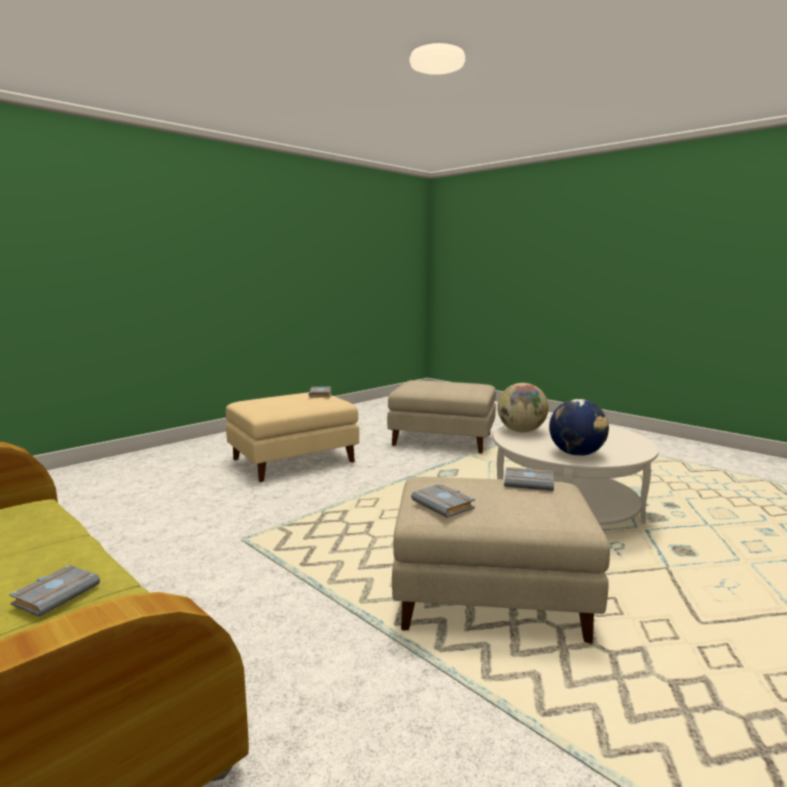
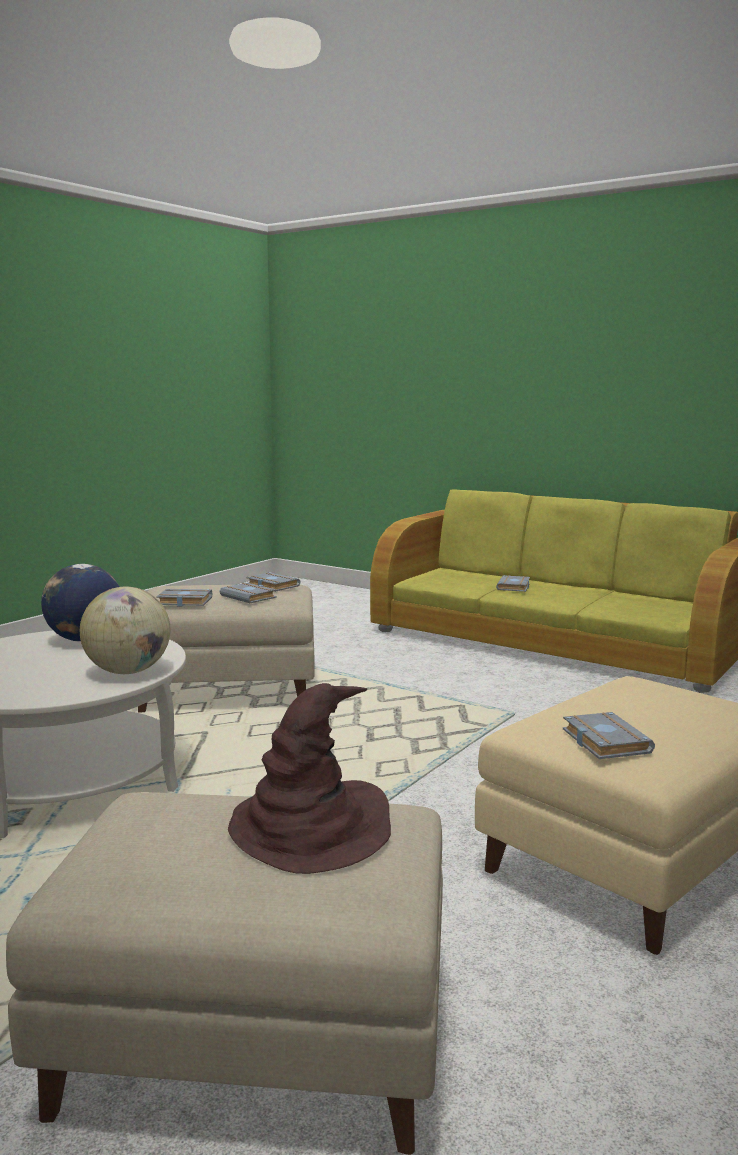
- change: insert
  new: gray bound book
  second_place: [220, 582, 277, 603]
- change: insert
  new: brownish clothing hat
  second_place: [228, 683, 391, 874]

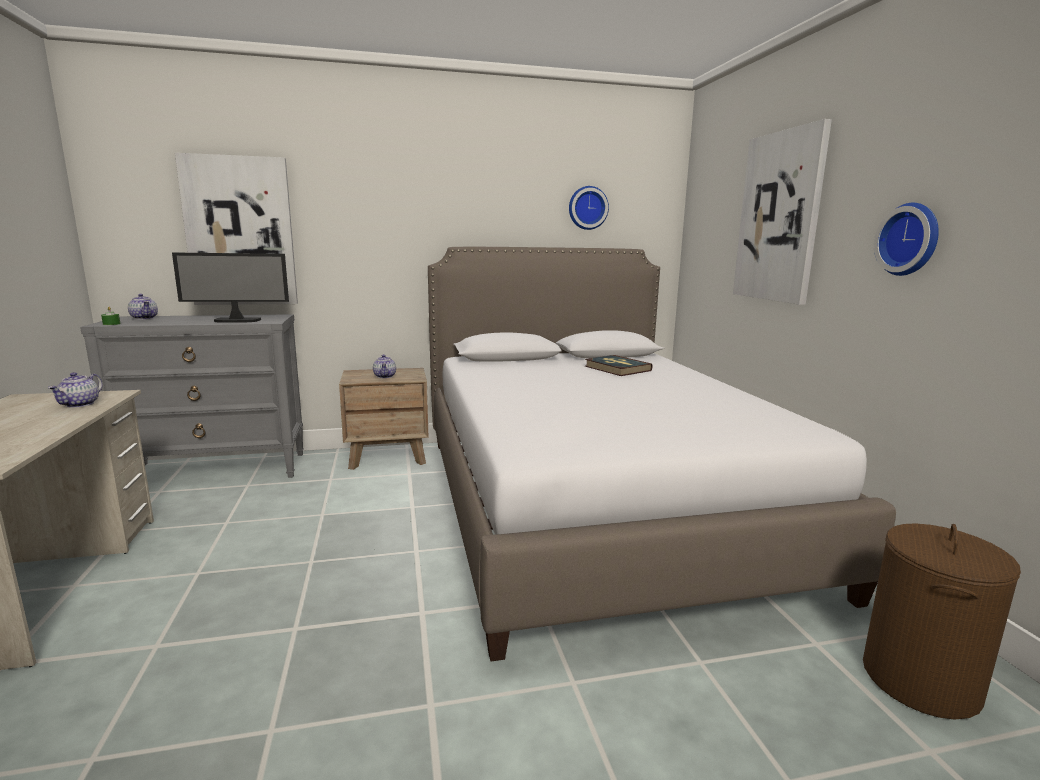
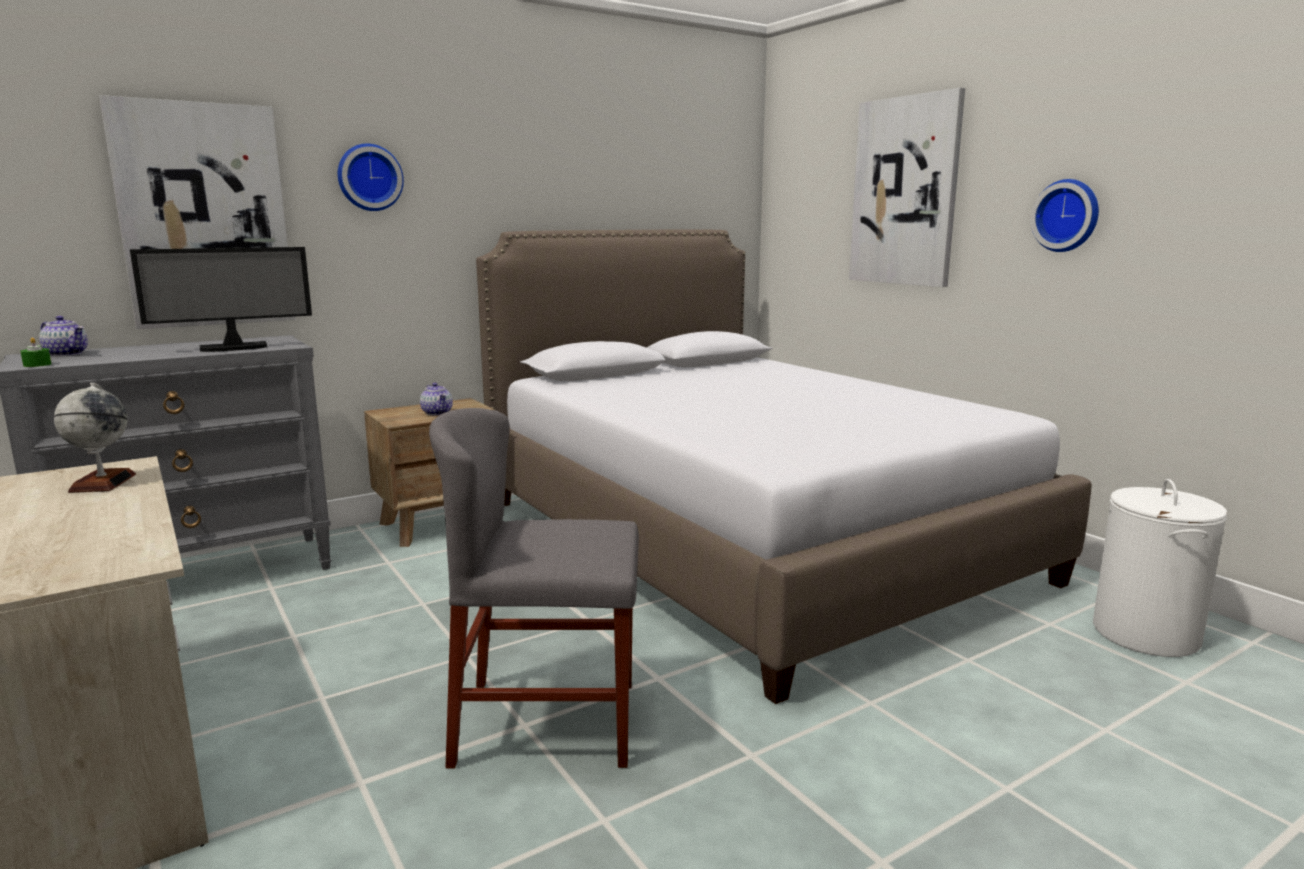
- change: delete
  old: bound book
  first_place: [585, 355, 653, 376]
- change: insert
  new: gray chair
  second_place: [429, 408, 639, 769]
- change: move
  old: hanging clock
  first_place: [569, 186, 609, 230]
  second_place: [338, 144, 404, 211]
- change: replace
  old: tea pot
  new: world globe
  first_place: [48, 372, 103, 408]
  second_place: [54, 383, 136, 493]
- change: recolor
  old: brownish laundry basket
  new: white laundry basket
  first_place: [863, 523, 1021, 720]
  second_place: [1093, 479, 1228, 657]

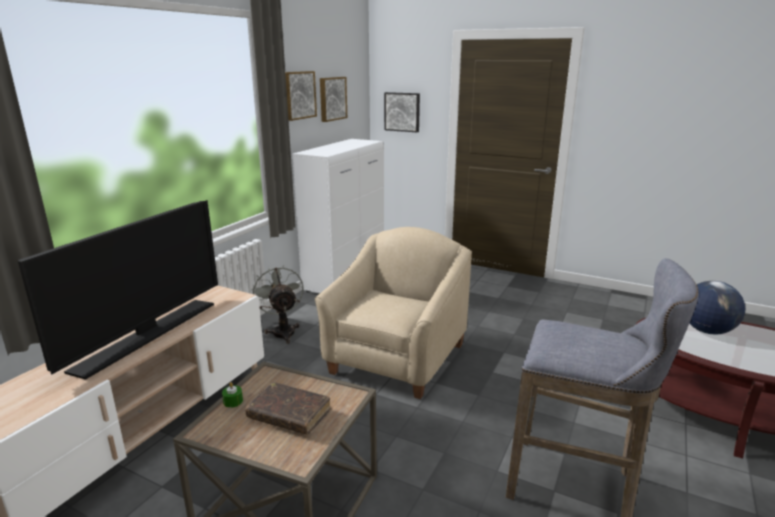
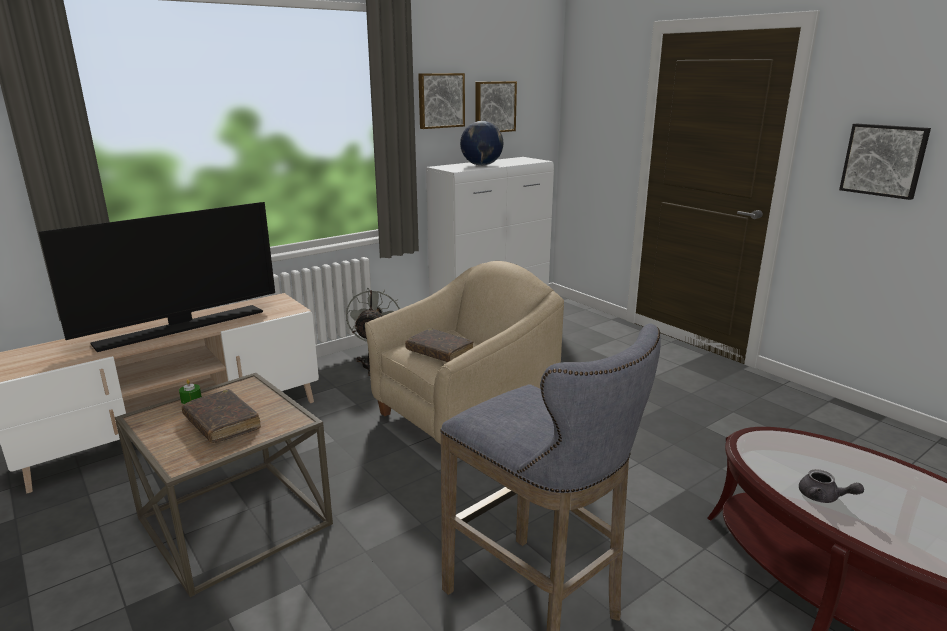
- change: insert
  new: brownish bound book
  second_place: [405, 328, 473, 362]
- change: insert
  new: gray tea pot
  second_place: [799, 469, 864, 503]
- change: move
  old: wall picture
  first_place: [384, 92, 420, 132]
  second_place: [839, 124, 931, 200]
- change: move
  old: world globe
  first_place: [689, 281, 745, 334]
  second_place: [460, 121, 504, 166]

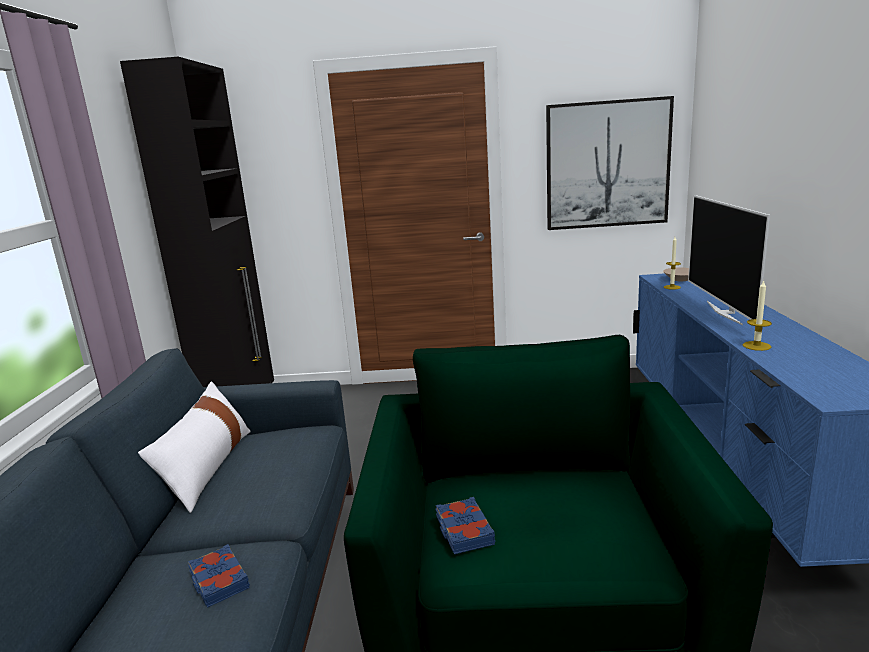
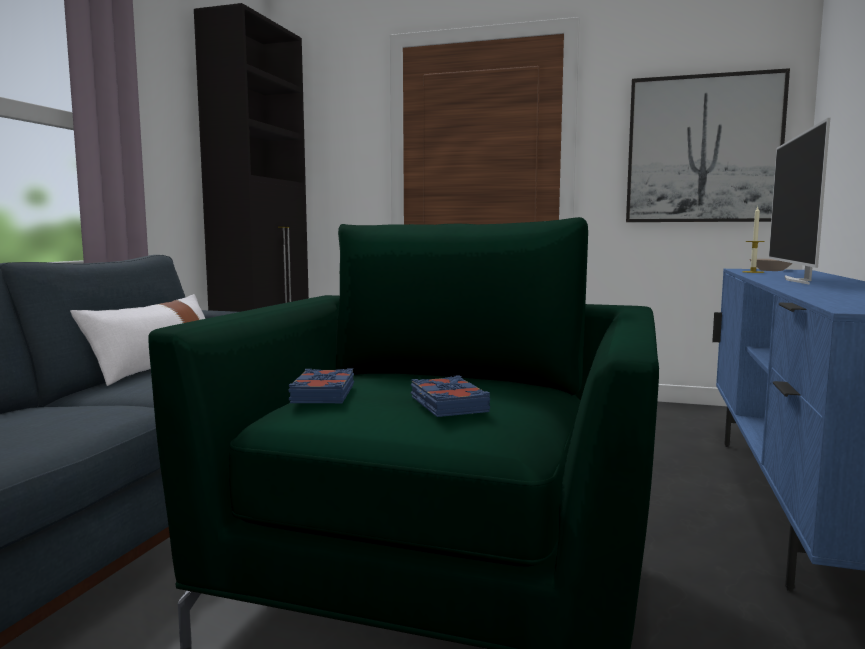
- change: delete
  old: wax light
  first_place: [743, 280, 772, 351]
- change: move
  old: bluish bound book
  first_place: [188, 544, 250, 608]
  second_place: [411, 375, 490, 417]

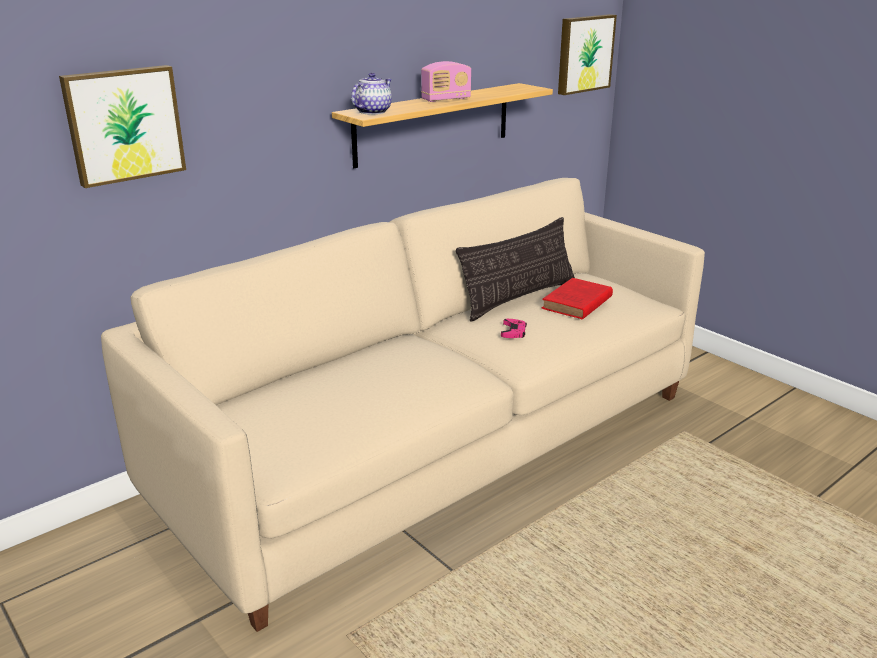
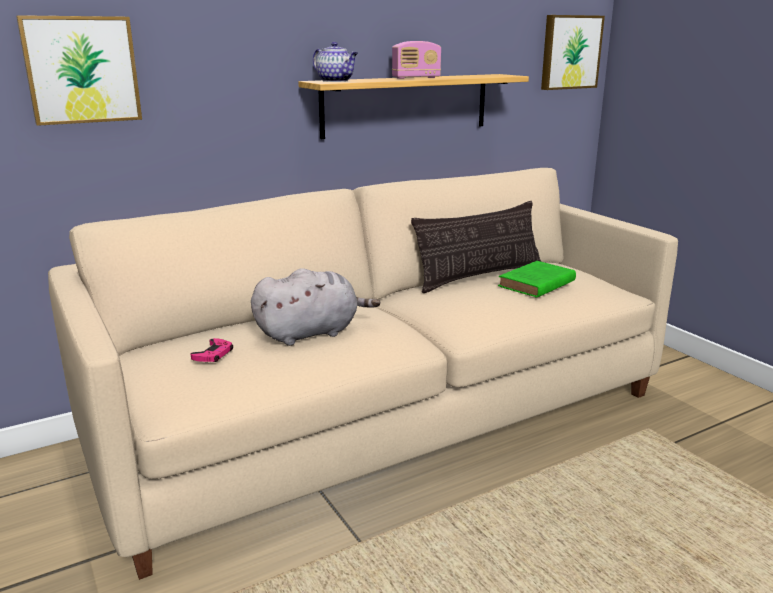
- change: insert
  new: gray cuddly toy
  second_place: [251, 268, 380, 346]
- change: move
  old: pink gamepad
  first_place: [501, 319, 527, 338]
  second_place: [191, 338, 233, 362]
- change: recolor
  old: reddish bound book
  new: green-coloured bound book
  first_place: [542, 278, 613, 319]
  second_place: [498, 261, 576, 298]
- change: rotate
  old: tea pot
  first_place: [351, 73, 392, 115]
  second_place: [313, 42, 358, 82]
  degrees: 90

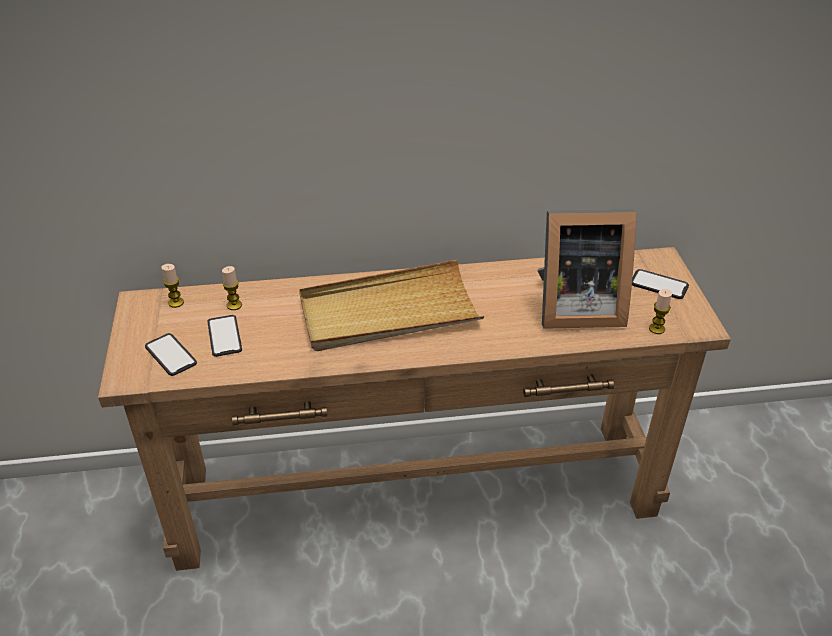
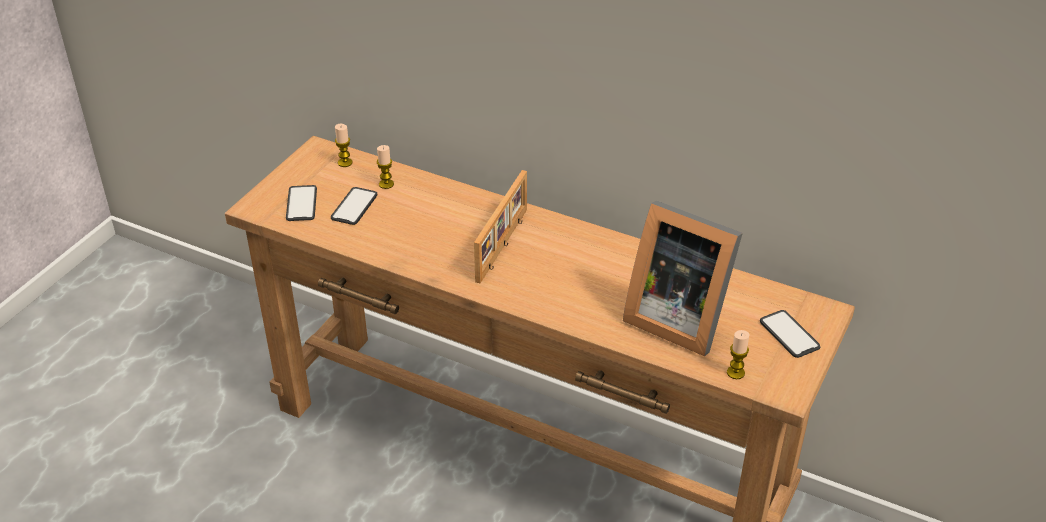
- change: replace
  old: sand-coloured carrying tray
  new: photo frame
  first_place: [299, 260, 484, 351]
  second_place: [474, 170, 527, 283]

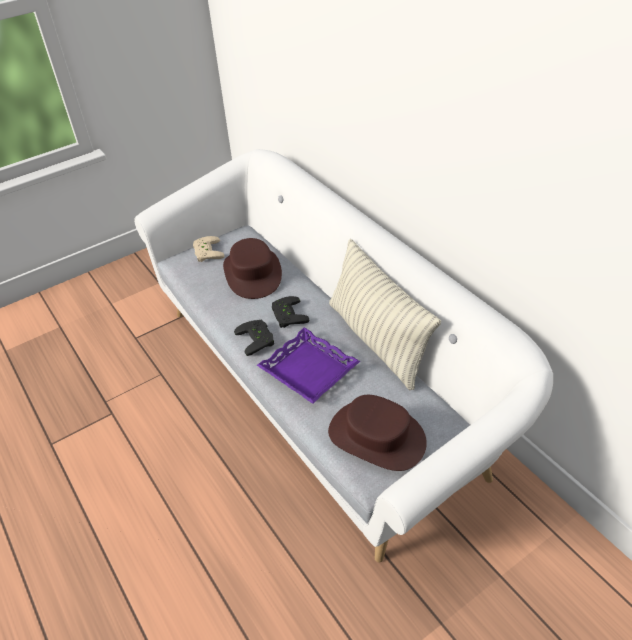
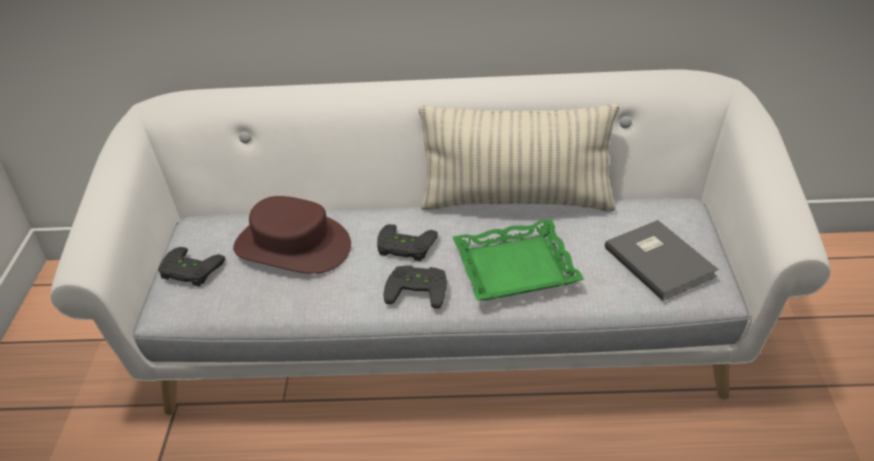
- change: replace
  old: brownish clothing hat
  new: gray bound book
  first_place: [328, 395, 427, 471]
  second_place: [605, 220, 718, 301]
- change: recolor
  old: sand-coloured gamepad
  new: blackish gamepad
  first_place: [193, 236, 224, 262]
  second_place: [158, 247, 225, 287]
- change: recolor
  old: purple-coloured carrying tray
  new: green-coloured carrying tray
  first_place: [257, 327, 360, 404]
  second_place: [453, 219, 584, 300]

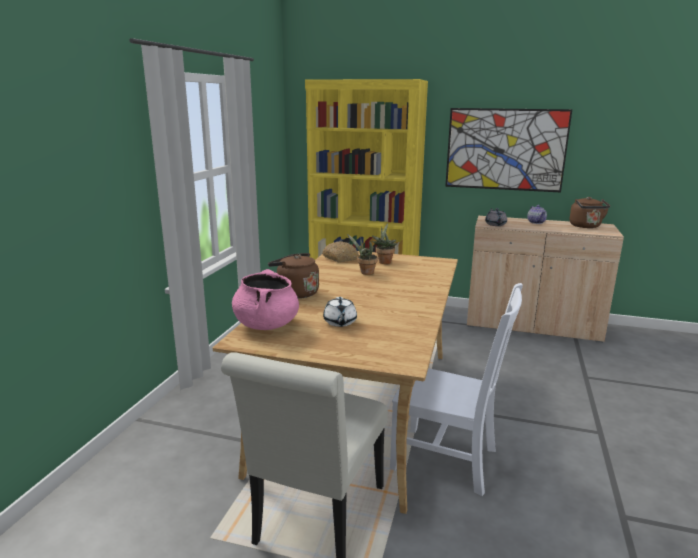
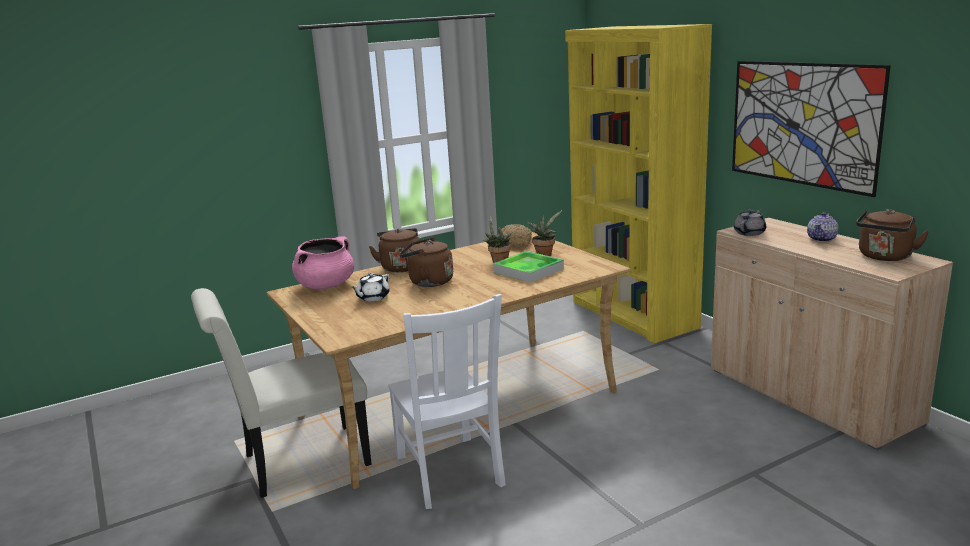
- change: insert
  new: brownish water kettle
  second_place: [399, 237, 453, 287]
- change: insert
  new: carrying tray
  second_place: [493, 251, 564, 283]

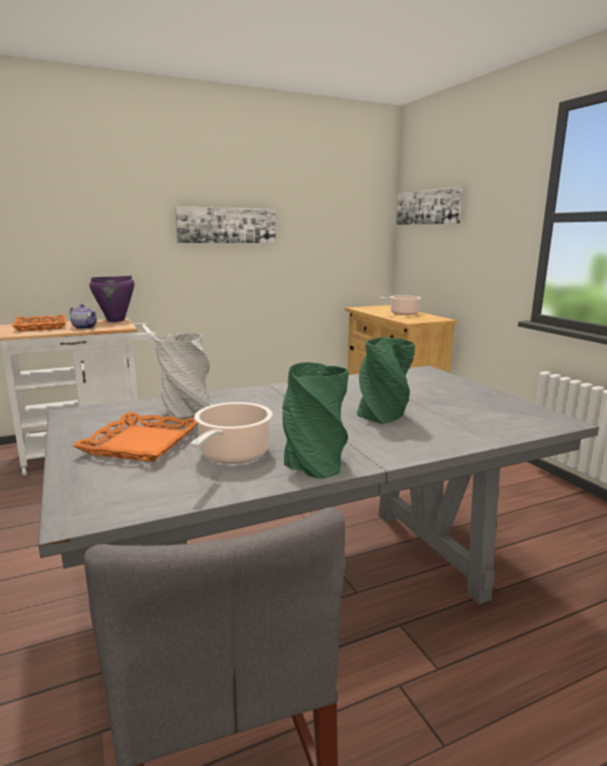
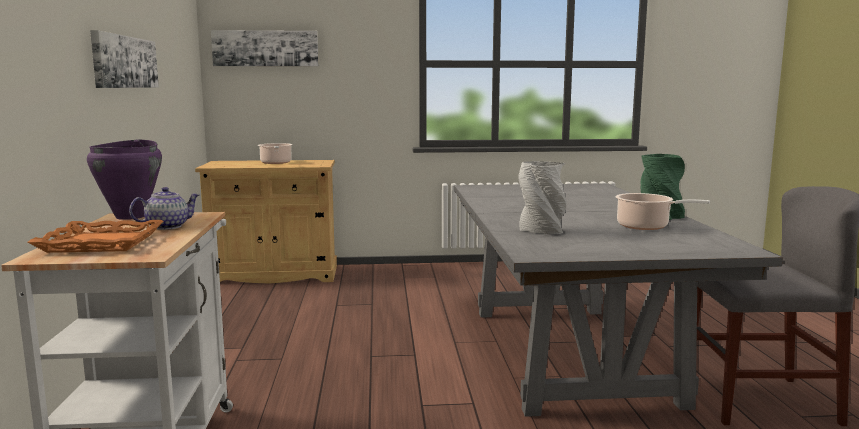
- change: delete
  old: orange carrying tray
  first_place: [72, 412, 198, 462]
- change: delete
  old: green-coloured decorative vase
  first_place: [357, 337, 415, 424]

